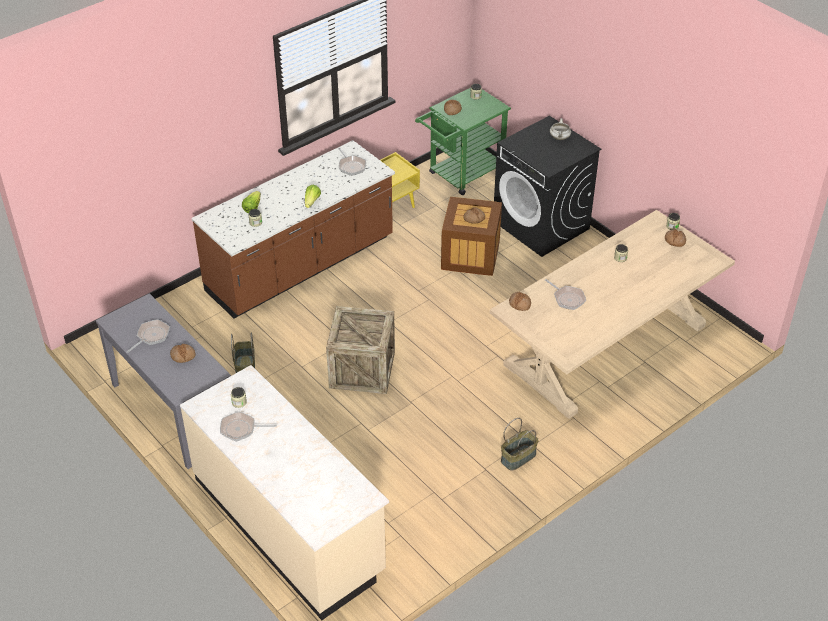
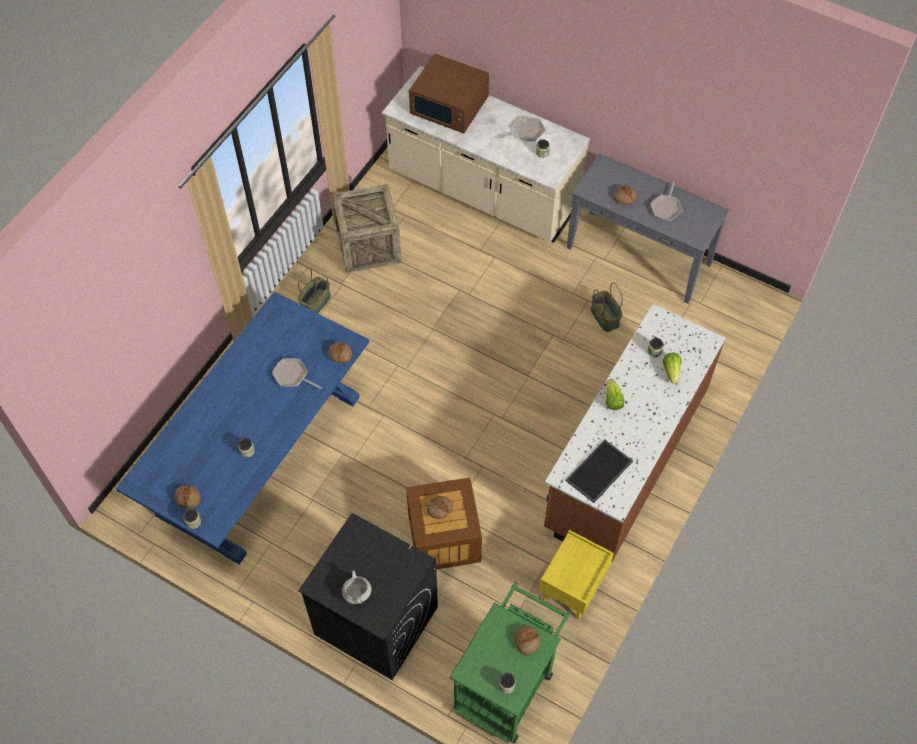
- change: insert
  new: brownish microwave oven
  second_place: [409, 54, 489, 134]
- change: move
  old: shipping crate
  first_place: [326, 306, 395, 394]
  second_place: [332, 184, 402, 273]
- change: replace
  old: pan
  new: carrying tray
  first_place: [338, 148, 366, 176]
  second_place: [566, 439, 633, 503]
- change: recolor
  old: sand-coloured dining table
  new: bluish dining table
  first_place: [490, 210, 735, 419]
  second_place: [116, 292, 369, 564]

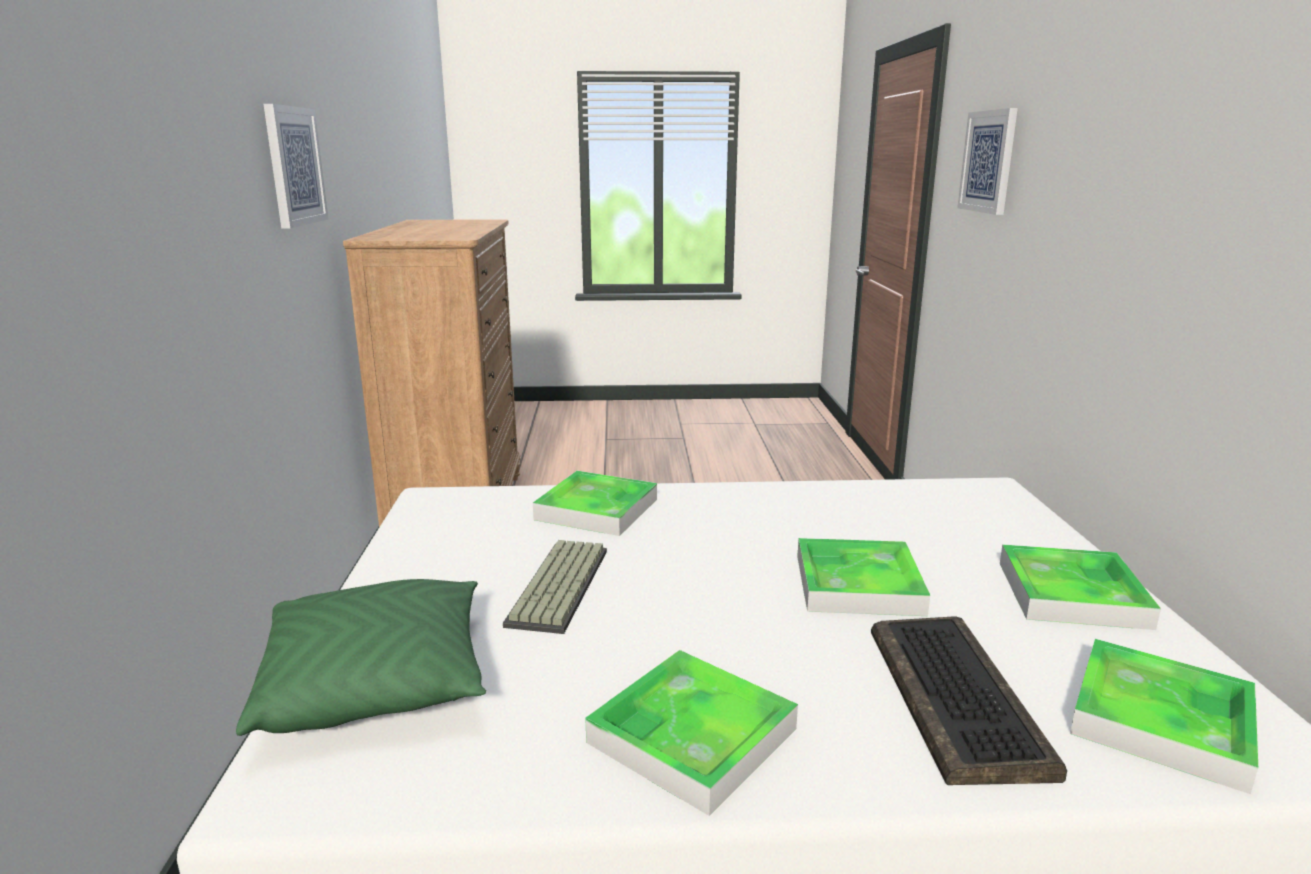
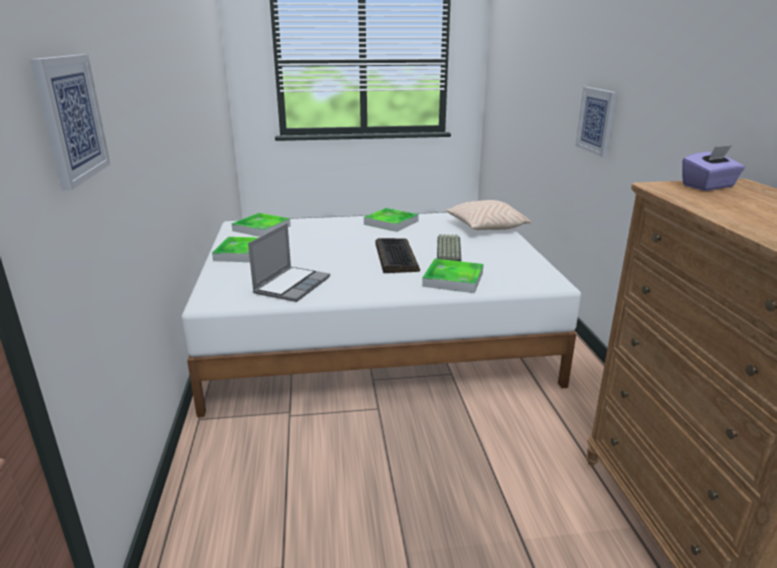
- change: delete
  old: carrying tray
  first_place: [797, 538, 930, 616]
- change: insert
  new: portable computer
  second_place: [248, 223, 330, 302]
- change: insert
  new: purple-coloured box of tissues
  second_place: [682, 145, 745, 191]
- change: move
  old: wall picture
  first_place: [264, 104, 328, 229]
  second_place: [576, 87, 617, 157]
- change: move
  old: keyboard
  first_place: [871, 616, 1067, 785]
  second_place: [376, 238, 420, 273]
- change: recolor
  old: green-coloured pillow
  new: sand-coloured pillow
  first_place: [236, 579, 486, 736]
  second_place: [445, 200, 531, 230]

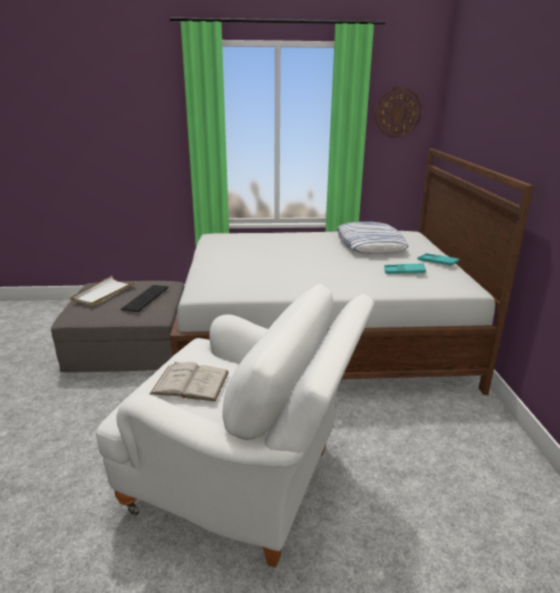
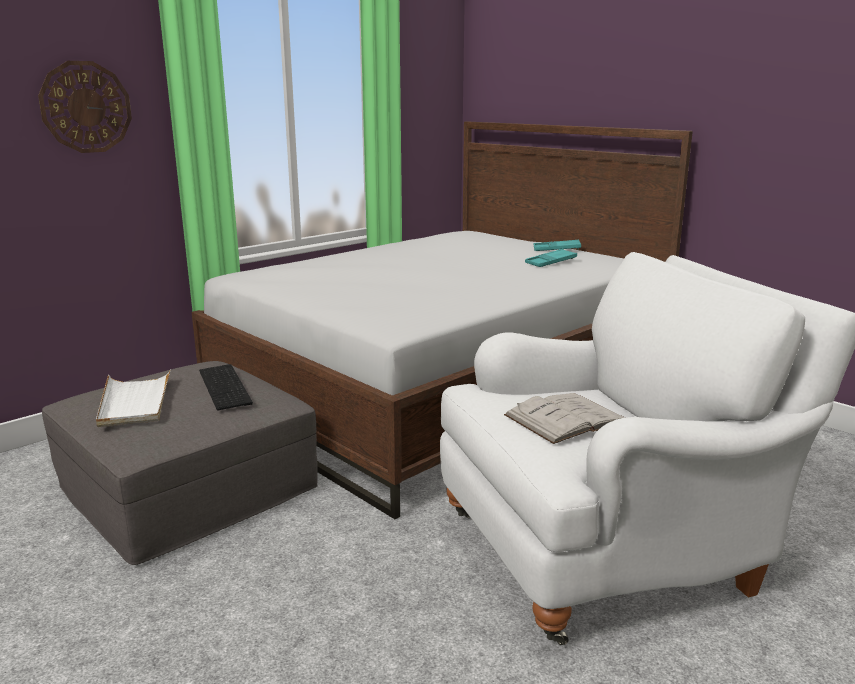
- change: delete
  old: pillow
  first_place: [337, 222, 409, 254]
- change: move
  old: hanging clock
  first_place: [375, 88, 422, 137]
  second_place: [38, 61, 132, 153]

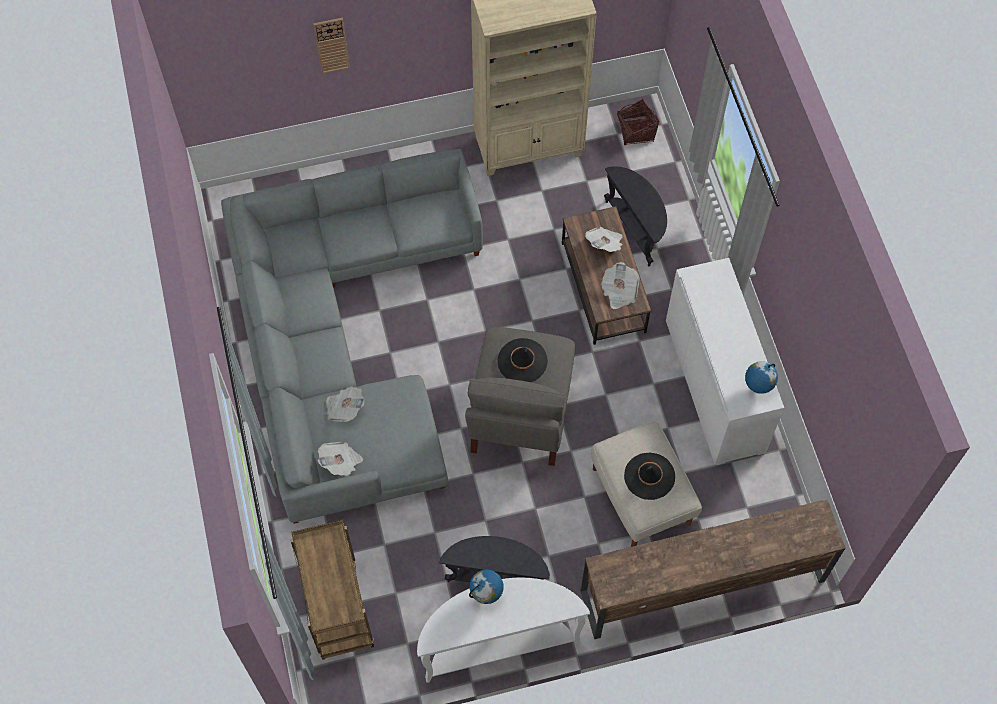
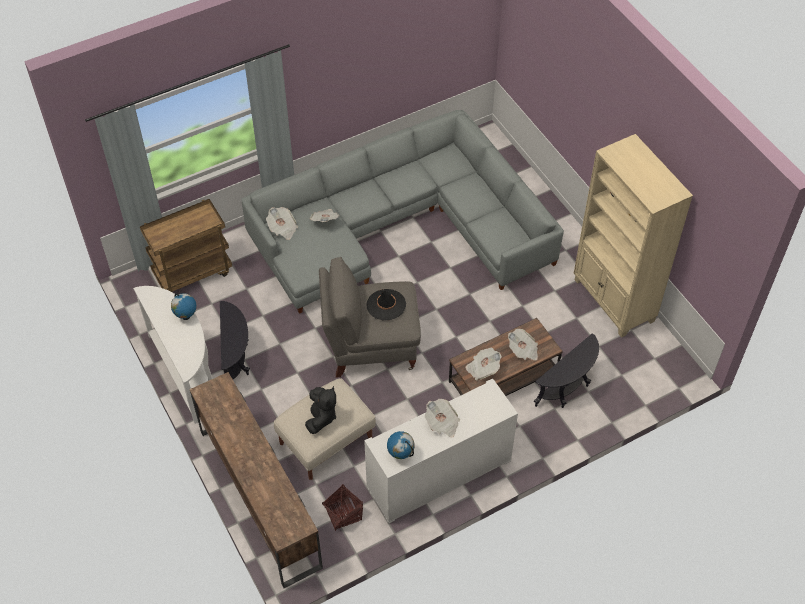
- change: delete
  old: hanging clock
  first_place: [313, 18, 350, 74]
- change: insert
  new: newspaper
  second_place: [425, 399, 460, 438]
- change: move
  old: household basket
  first_place: [617, 99, 659, 145]
  second_place: [322, 484, 363, 531]
- change: replace
  old: blackish clothing hat
  new: blackish cuddly toy
  first_place: [624, 452, 675, 500]
  second_place: [305, 386, 336, 434]

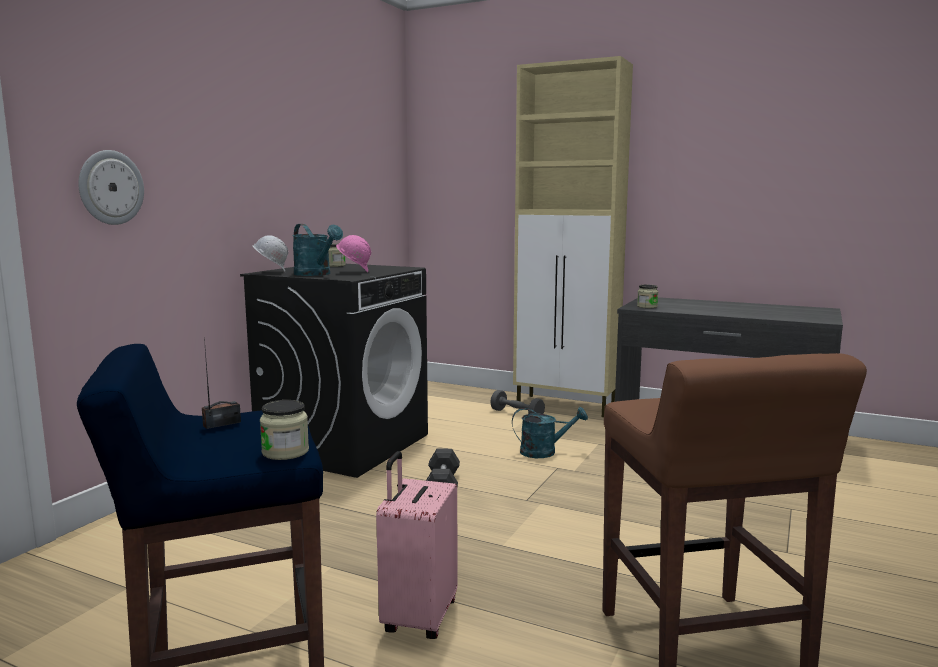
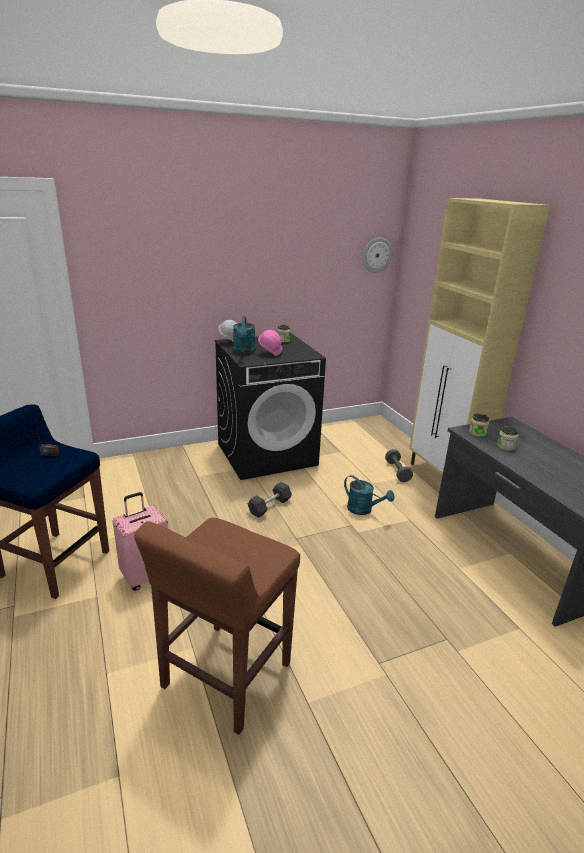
- change: move
  old: hanging clock
  first_place: [78, 150, 144, 225]
  second_place: [363, 237, 392, 273]
- change: move
  old: preserve jar
  first_place: [260, 400, 309, 460]
  second_place: [497, 426, 519, 451]

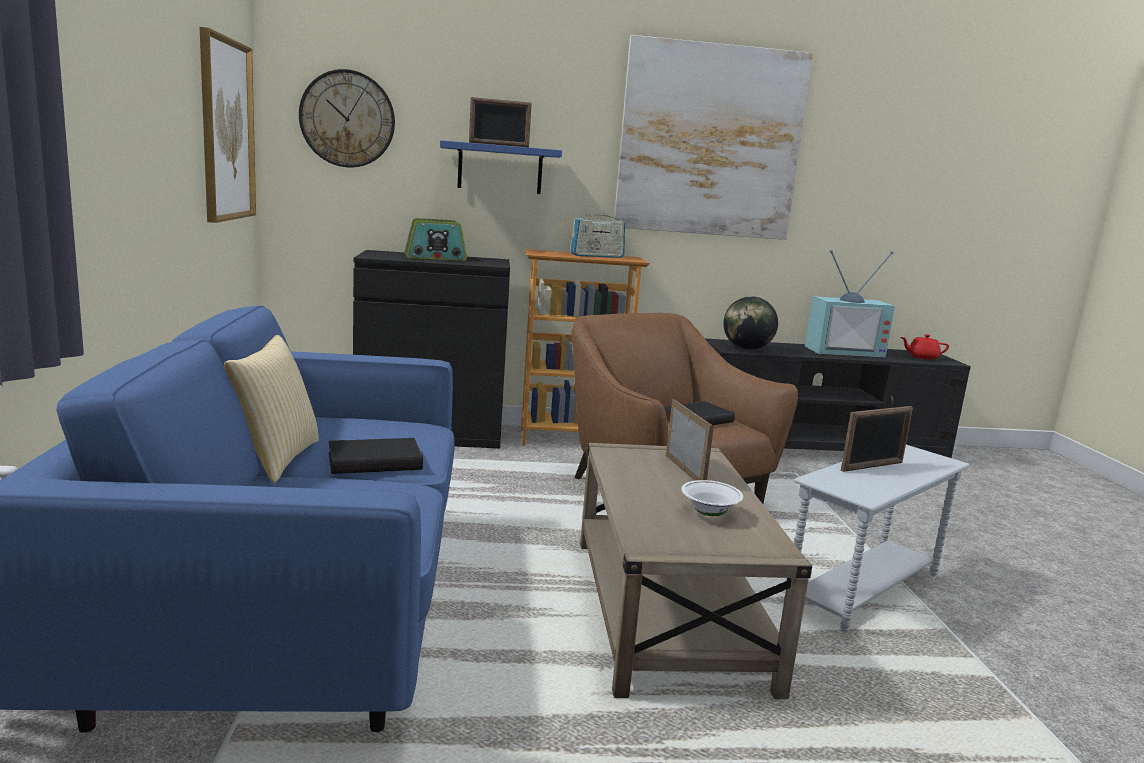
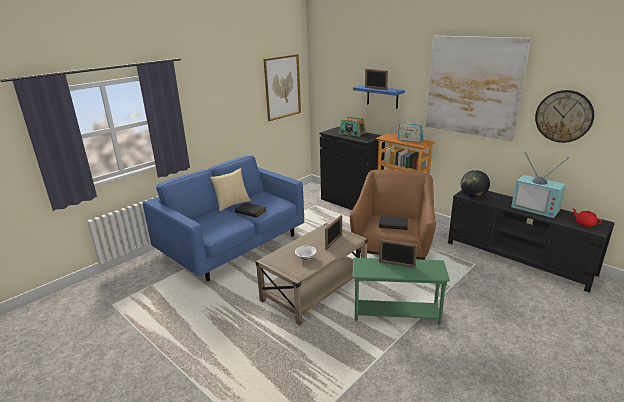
- change: move
  old: hanging clock
  first_place: [299, 69, 395, 167]
  second_place: [535, 90, 594, 143]
- change: recolor
  old: white side table
  new: green-coloured side table
  first_place: [793, 445, 970, 632]
  second_place: [352, 258, 450, 325]

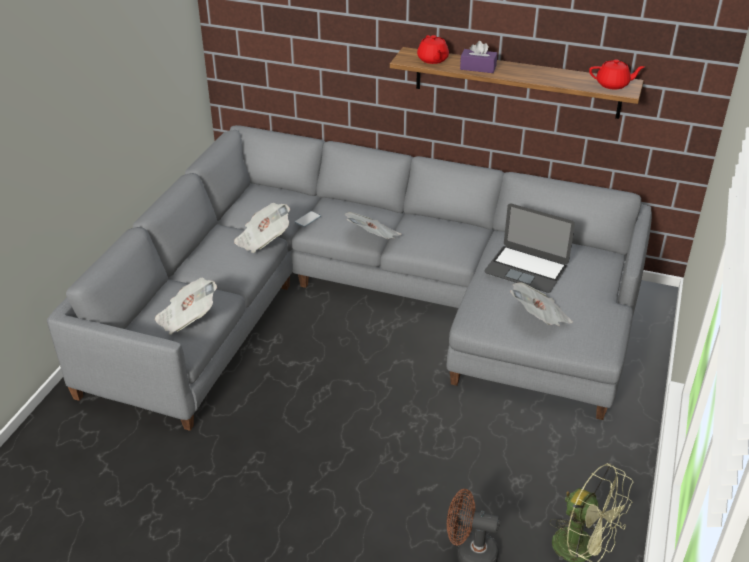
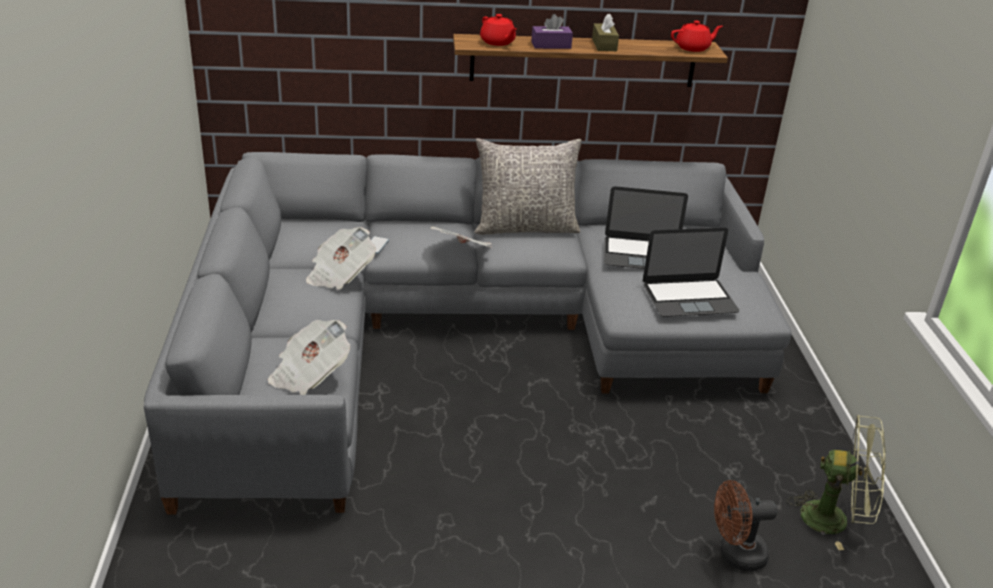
- change: insert
  new: gray pillow
  second_place: [474, 138, 582, 235]
- change: insert
  new: brownish box of tissues
  second_place: [592, 14, 619, 51]
- change: replace
  old: newspaper
  new: portable computer
  first_place: [510, 283, 573, 326]
  second_place: [643, 228, 739, 317]

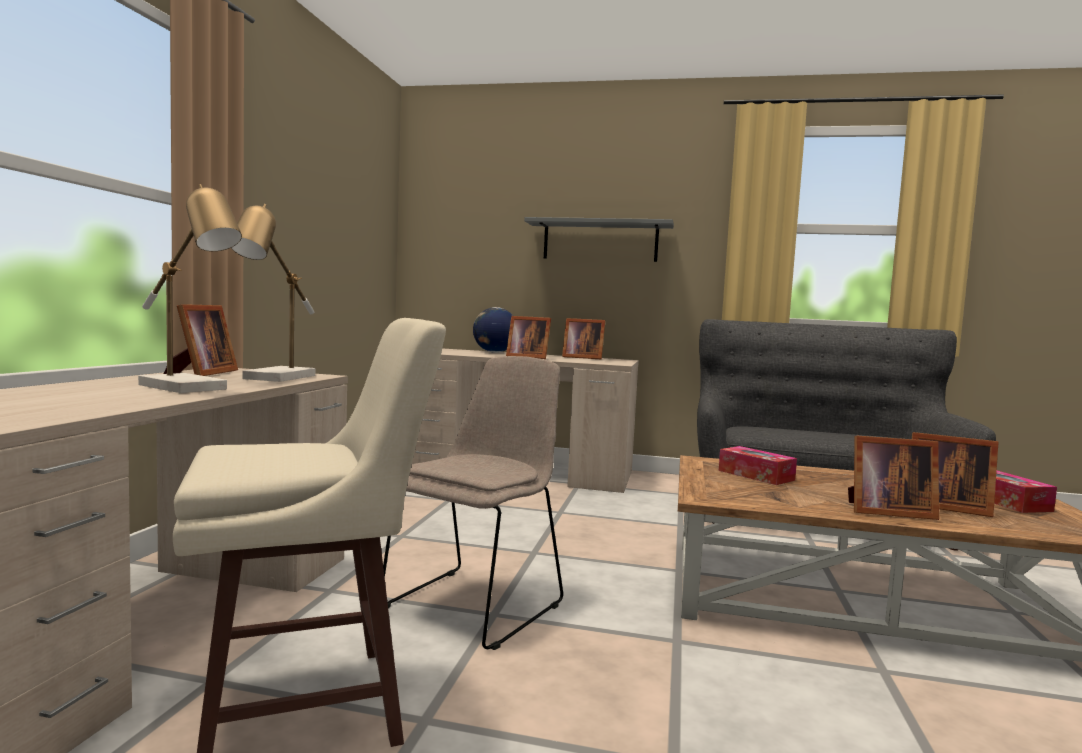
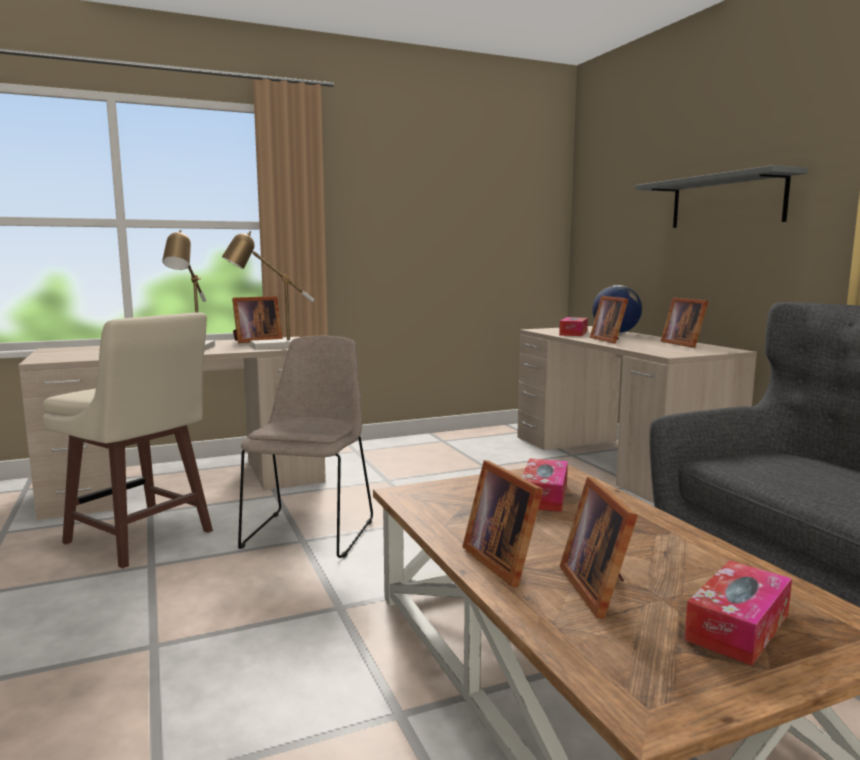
- change: insert
  new: box of tissues
  second_place: [559, 317, 588, 336]
- change: rotate
  old: sand-coloured chair
  first_place: [383, 356, 563, 650]
  second_place: [238, 336, 373, 558]
  degrees: -75

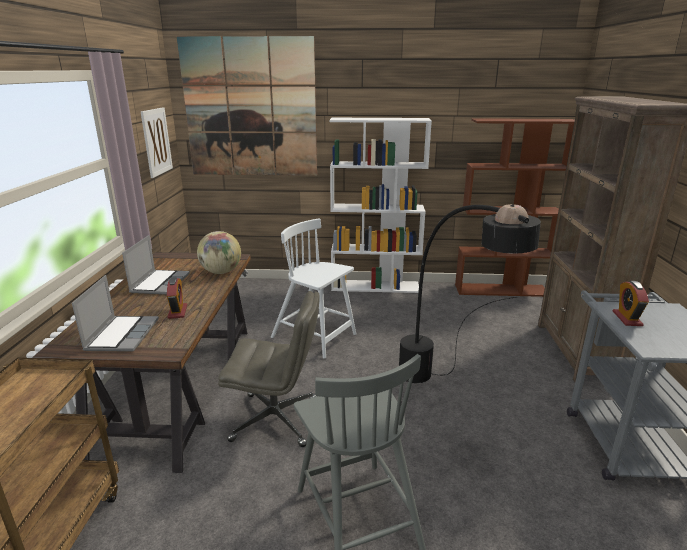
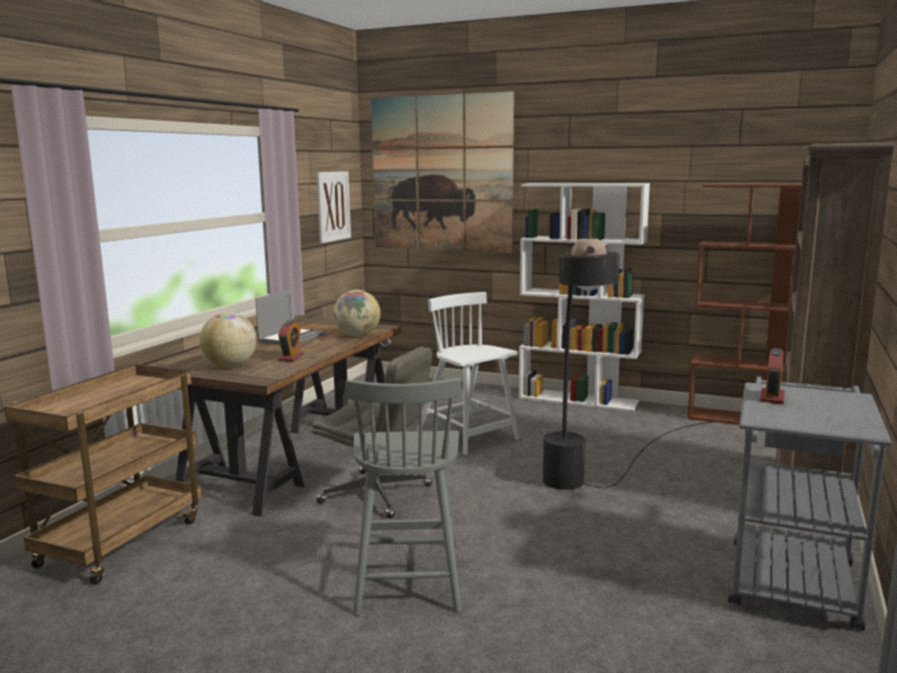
- change: replace
  old: portable computer
  new: world globe
  first_place: [72, 275, 159, 352]
  second_place: [200, 313, 257, 367]

